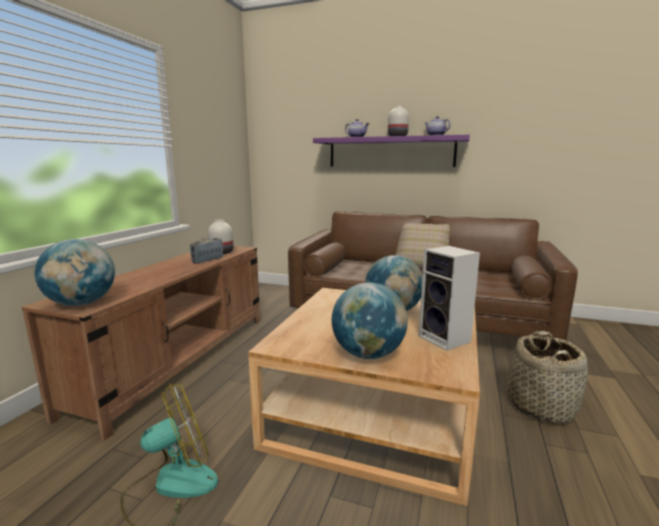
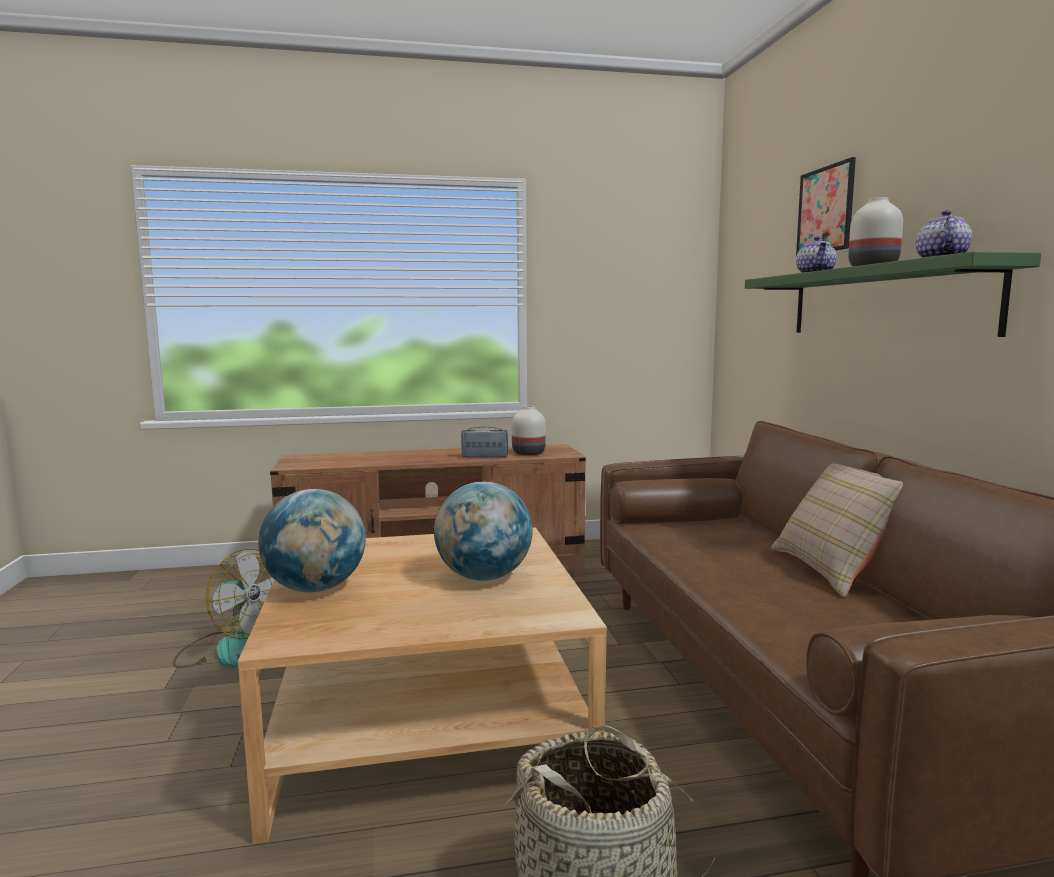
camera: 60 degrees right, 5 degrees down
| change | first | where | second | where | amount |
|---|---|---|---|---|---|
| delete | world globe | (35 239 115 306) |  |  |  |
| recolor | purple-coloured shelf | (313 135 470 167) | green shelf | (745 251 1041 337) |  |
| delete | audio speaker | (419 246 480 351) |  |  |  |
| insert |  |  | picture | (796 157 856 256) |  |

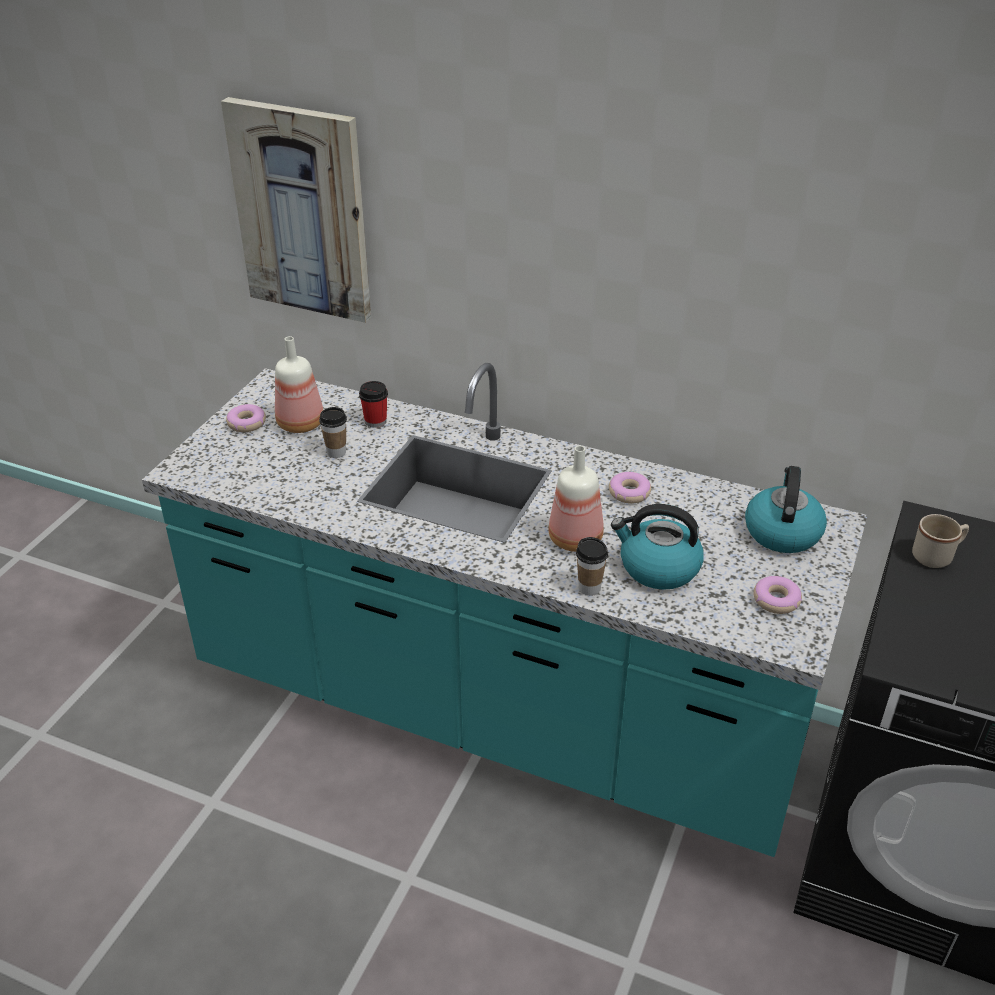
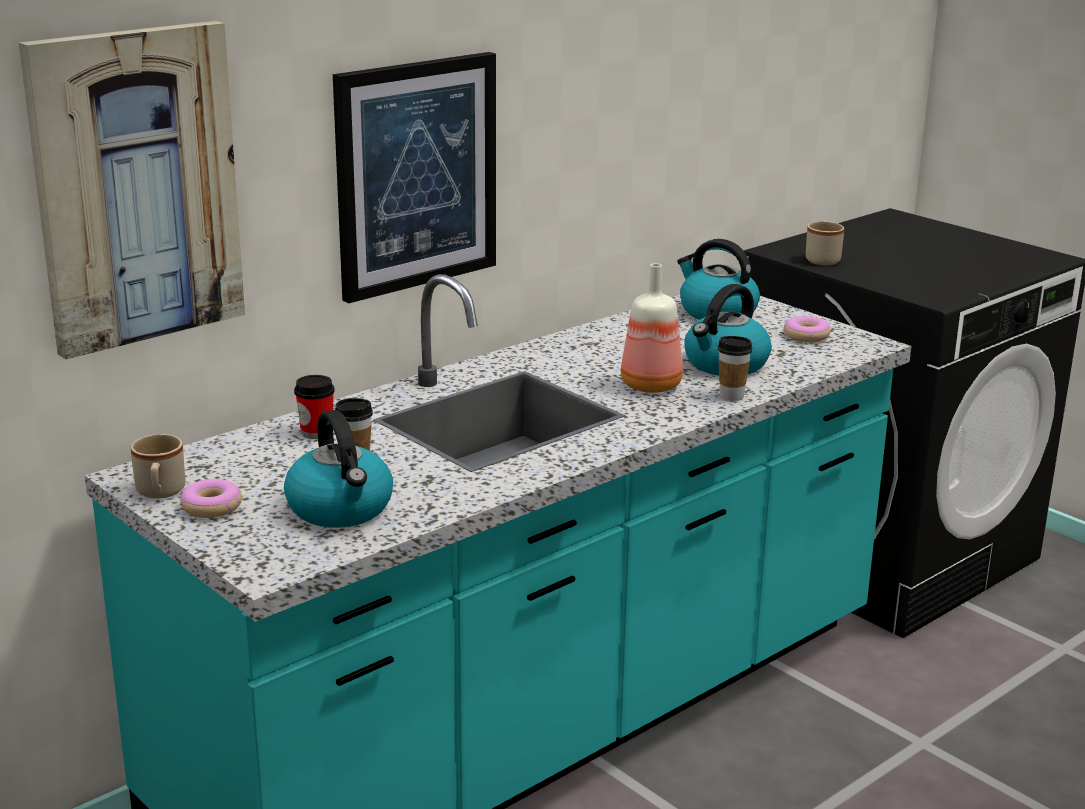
camera: 65 degrees left, 15 degrees down
| change | first | where | second | where | amount |
|---|---|---|---|---|---|
| delete | drink bottle | (275 336 323 433) |  |  |  |
| delete | doughnut | (609 472 651 504) |  |  |  |
| insert |  |  | beige coffee mug | (131 434 185 499) |  |
| insert |  |  | tea kettle | (284 410 393 528) |  |
| insert |  |  | picture | (333 52 496 303) |  |

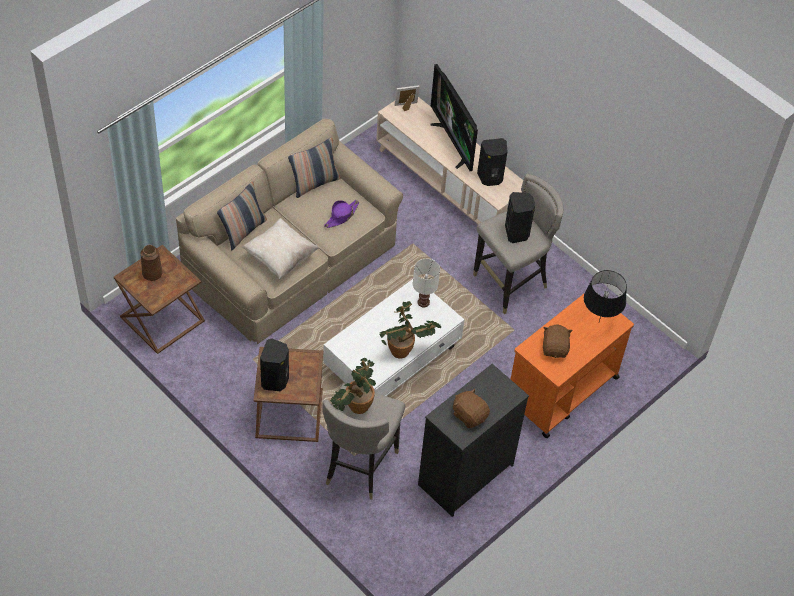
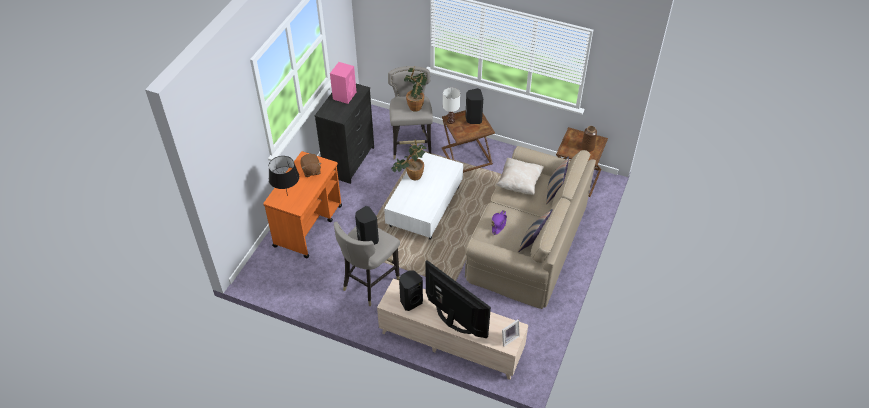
camera: 160 degrees right, 5 degrees down
| change | first | where | second | where | amount |
|---|---|---|---|---|---|
| move | whitish tabletop lamp | (413 259 440 307) |  | (443 88 460 124) |  |
| replace | brown plush toy | (453 388 490 428) | pinkish audio speaker | (330 62 356 104) |  |

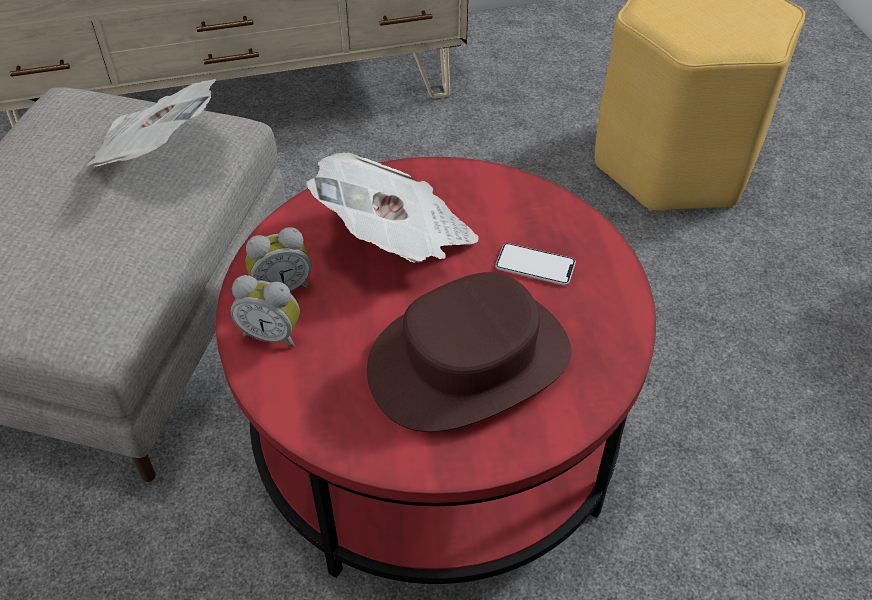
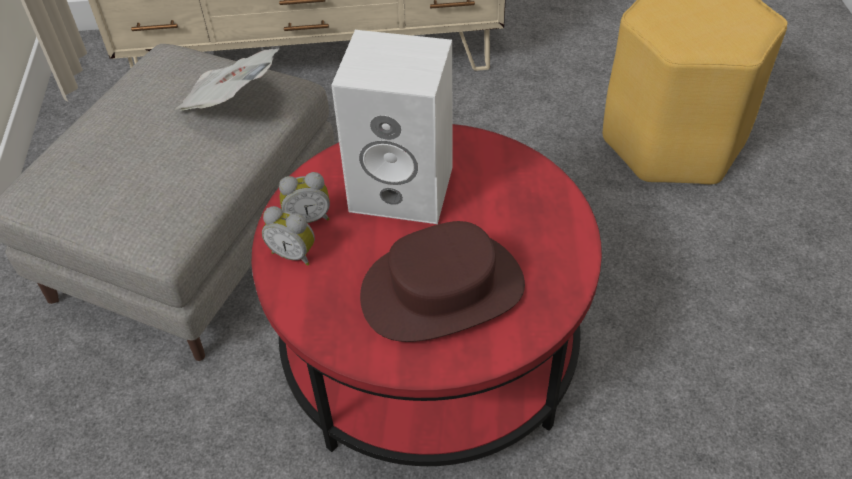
camera: 10 degrees right, 0 degrees up
| change | first | where | second | where | amount |
|---|---|---|---|---|---|
| replace | daily paper | (306 152 478 263) | whitish audio speaker | (331 30 453 224) |  |
| delete | phone | (495 243 576 285) |  |  |  |

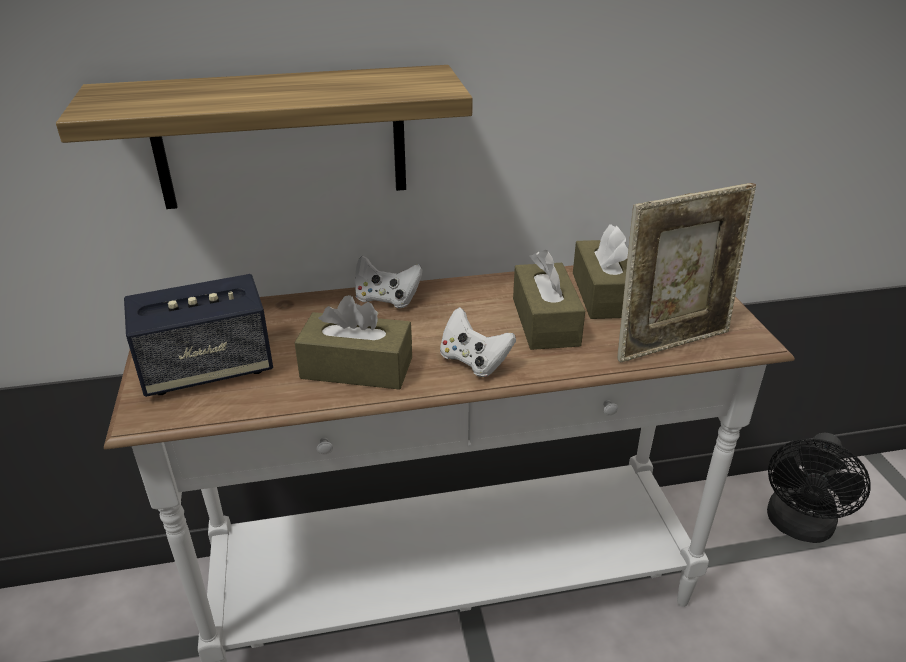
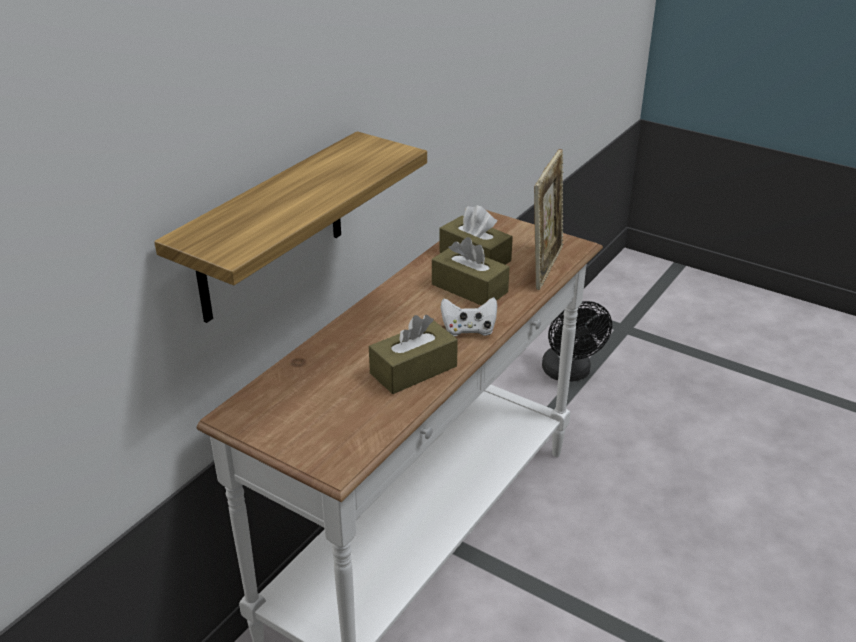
camera: 45 degrees left, 0 degrees up
| change | first | where | second | where | amount |
|---|---|---|---|---|---|
| delete | audio speaker | (124 274 273 397) |  |  |  |
| delete | whitish joypad | (355 255 423 308) |  |  |  |

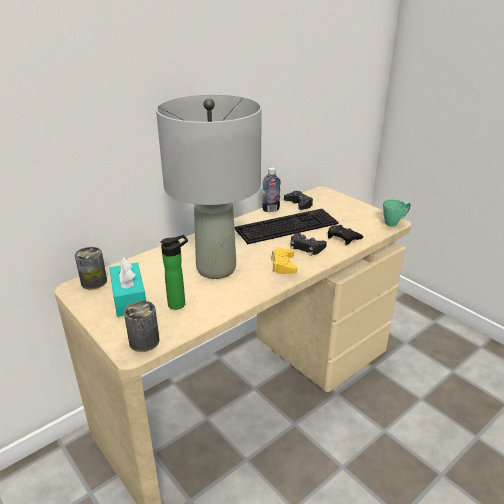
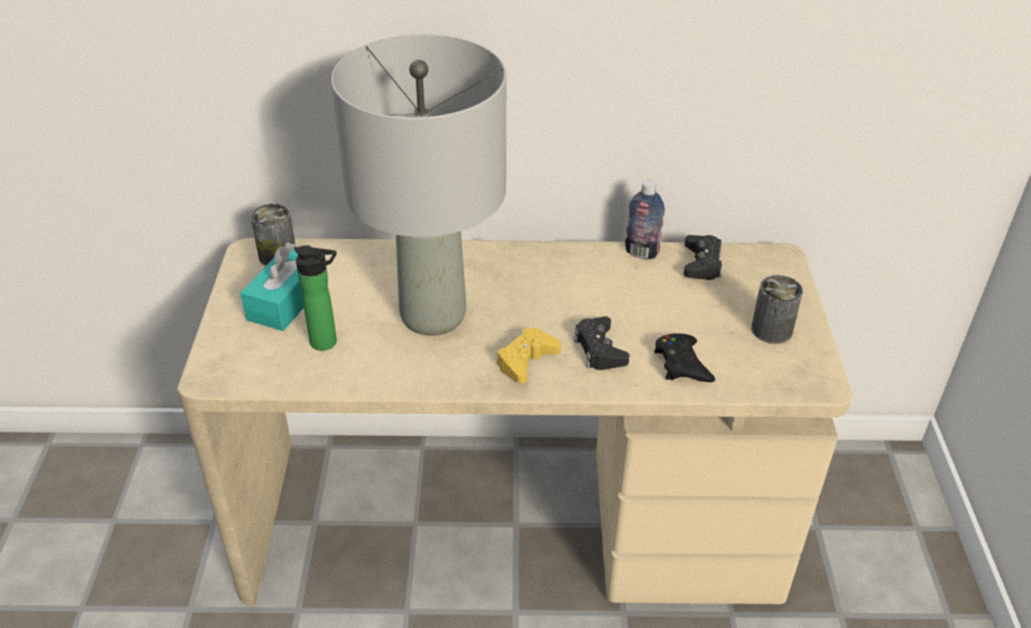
camera: 40 degrees right, 10 degrees up
| change | first | where | second | where | amount |
|---|---|---|---|---|---|
| move | metal can | (124 301 159 352) |  | (751 275 803 344) |  |
| delete | PC keyboard | (234 209 339 244) |  |  |  |
| delete | green coffee mug | (383 200 411 227) |  |  |  |

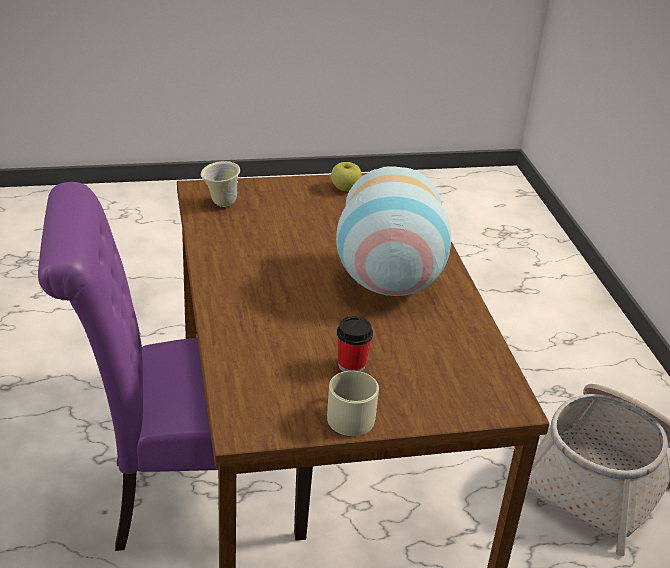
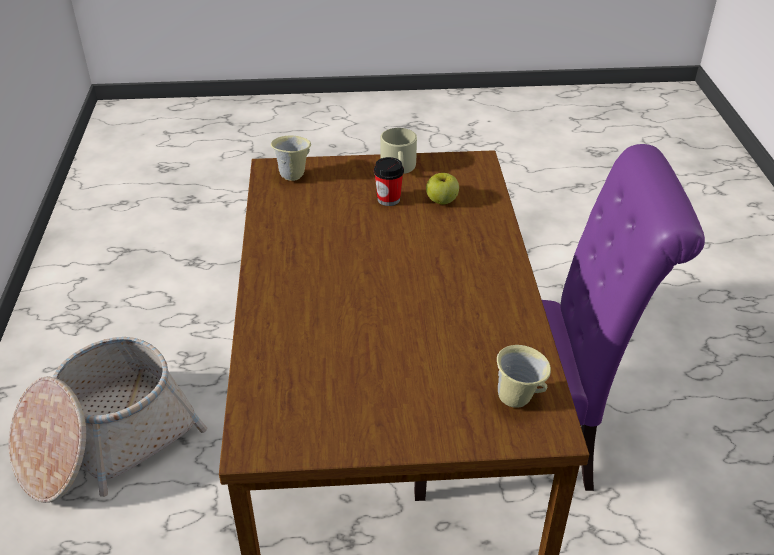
camera: 170 degrees left, 5 degrees up
| change | first | where | second | where | amount |
|---|---|---|---|---|---|
| move | apple fruit | (331 162 362 191) |  | (426 173 459 205) |  |
| delete | decorative vase | (336 166 451 296) |  |  |  |
| insert |  |  | beige coffee mug | (271 135 311 181) |  |

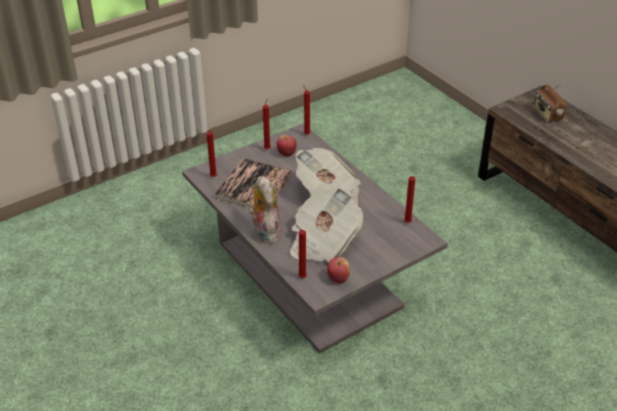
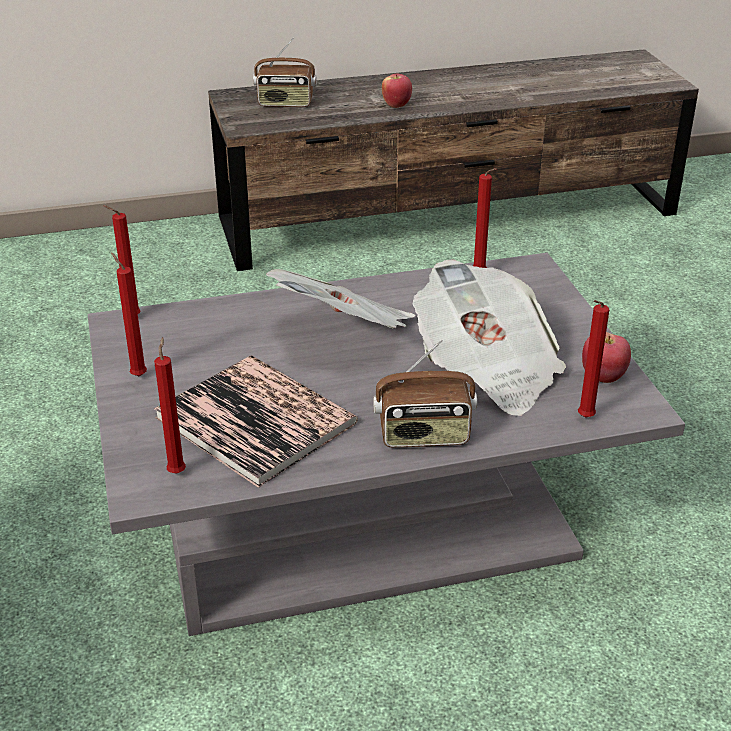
camera: 70 degrees left, 5 degrees down
| change | first | where | second | where | amount |
|---|---|---|---|---|---|
| replace | plush toy | (249 176 282 244) | radio set | (373 339 477 447) |  |
| move | apple fruit | (277 135 297 156) |  | (382 74 412 108) |  |

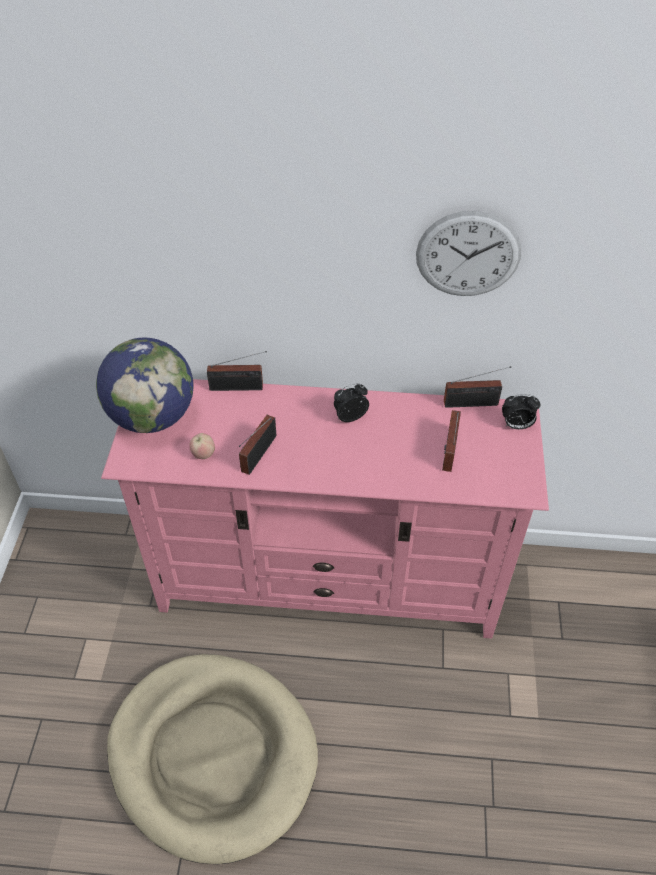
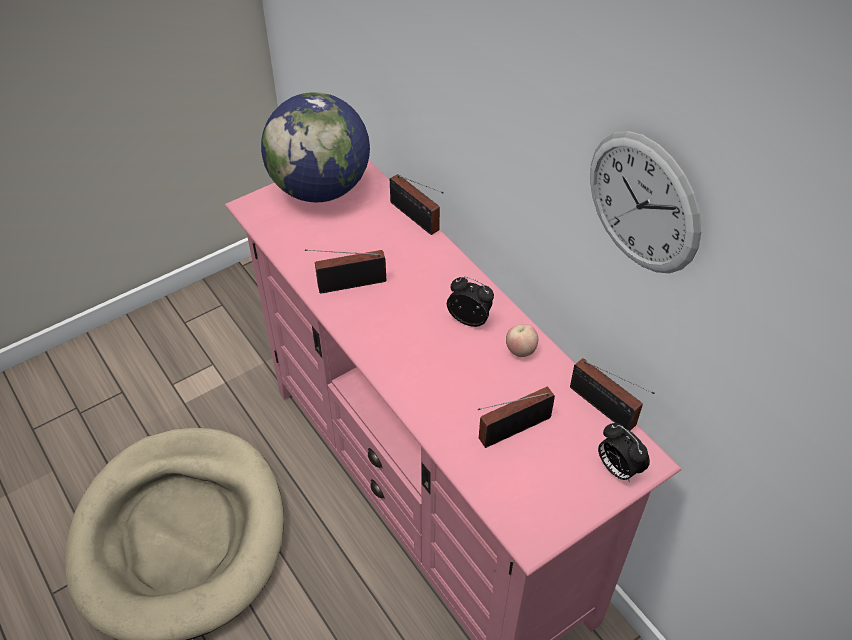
camera: 50 degrees right, 0 degrees up
| change | first | where | second | where | amount |
|---|---|---|---|---|---|
| move | apple fruit | (189 433 215 459) |  | (506 324 538 357) |  |

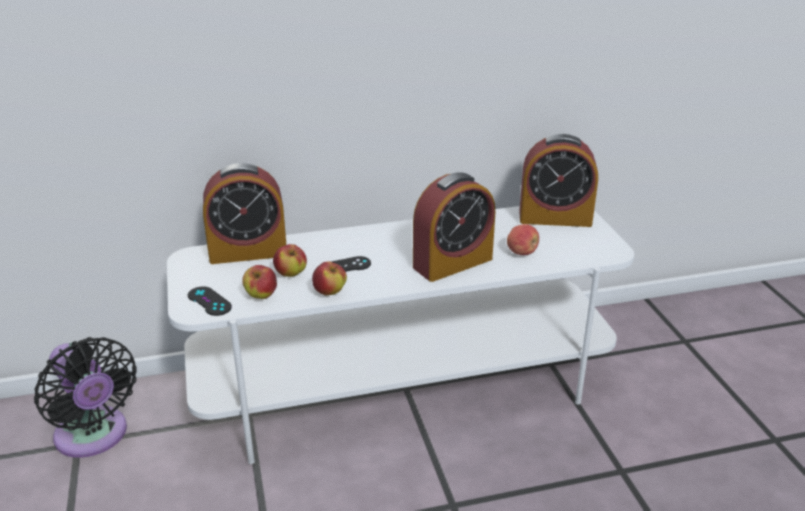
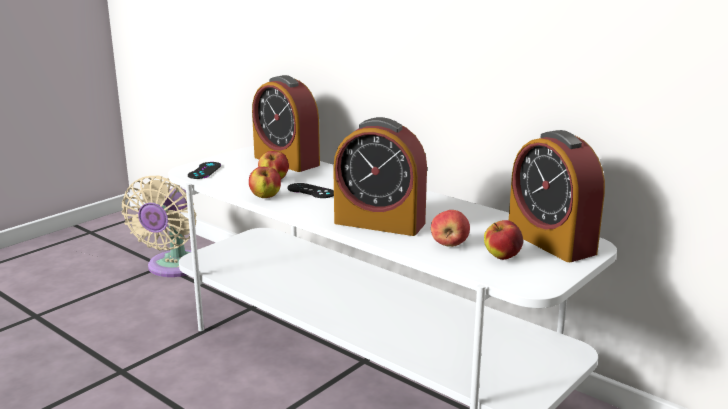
camera: 55 degrees right, 10 degrees down
| change | first | where | second | where | amount |
|---|---|---|---|---|---|
| recolor | blackish electric fan | (34 337 137 458) | beige electric fan | (121 175 196 277) |  |
| move | apple fruit | (242 265 277 299) |  | (484 220 523 260) |  |

